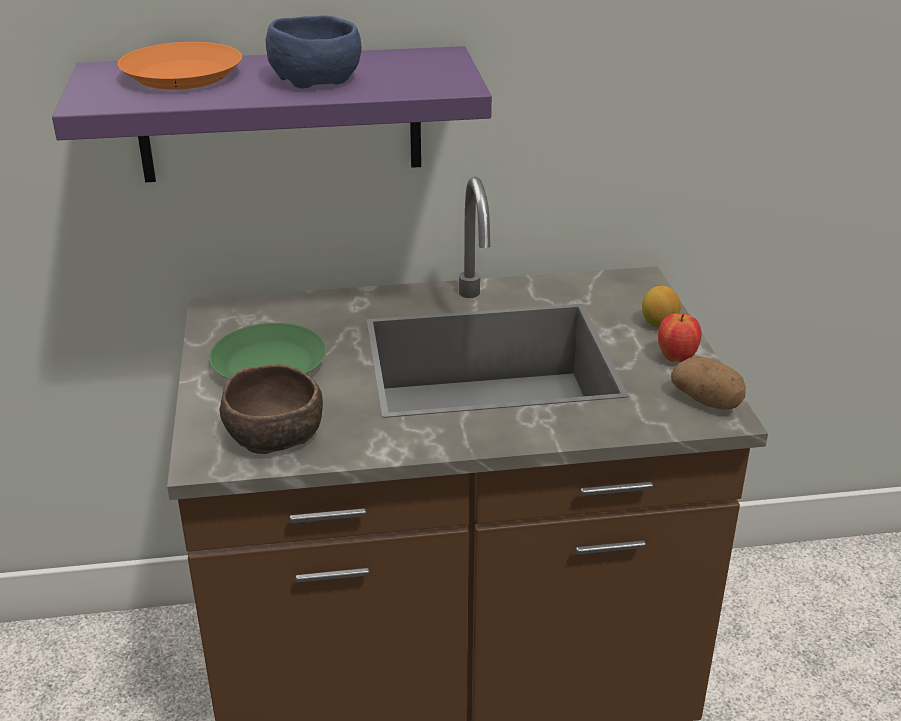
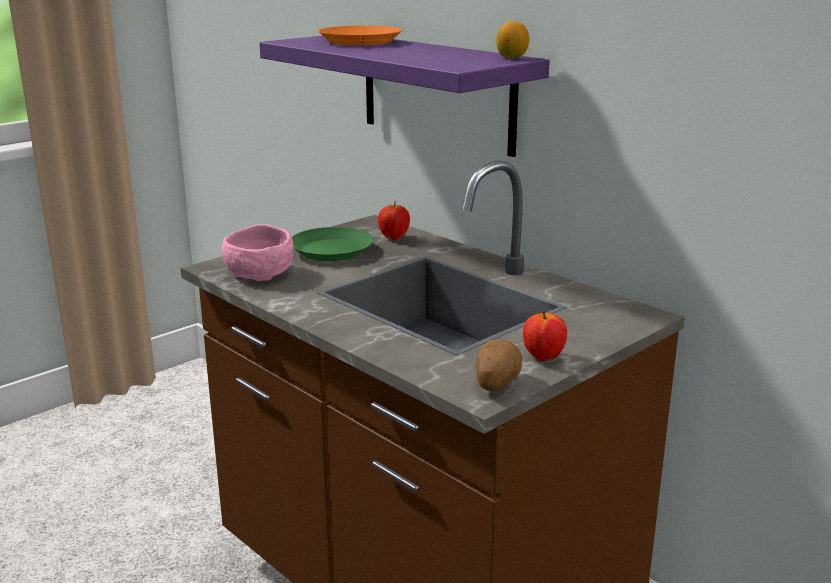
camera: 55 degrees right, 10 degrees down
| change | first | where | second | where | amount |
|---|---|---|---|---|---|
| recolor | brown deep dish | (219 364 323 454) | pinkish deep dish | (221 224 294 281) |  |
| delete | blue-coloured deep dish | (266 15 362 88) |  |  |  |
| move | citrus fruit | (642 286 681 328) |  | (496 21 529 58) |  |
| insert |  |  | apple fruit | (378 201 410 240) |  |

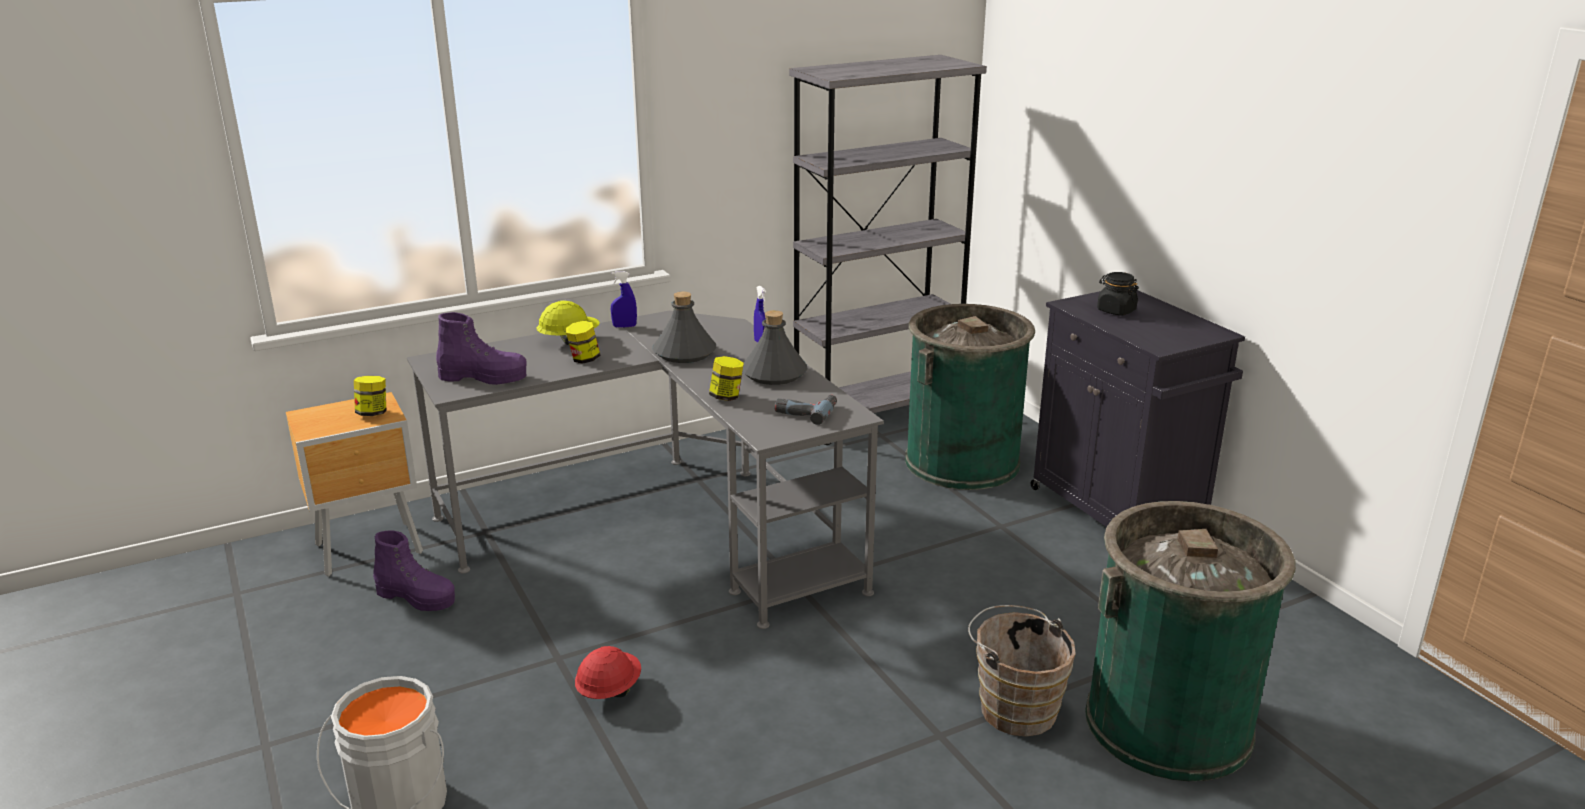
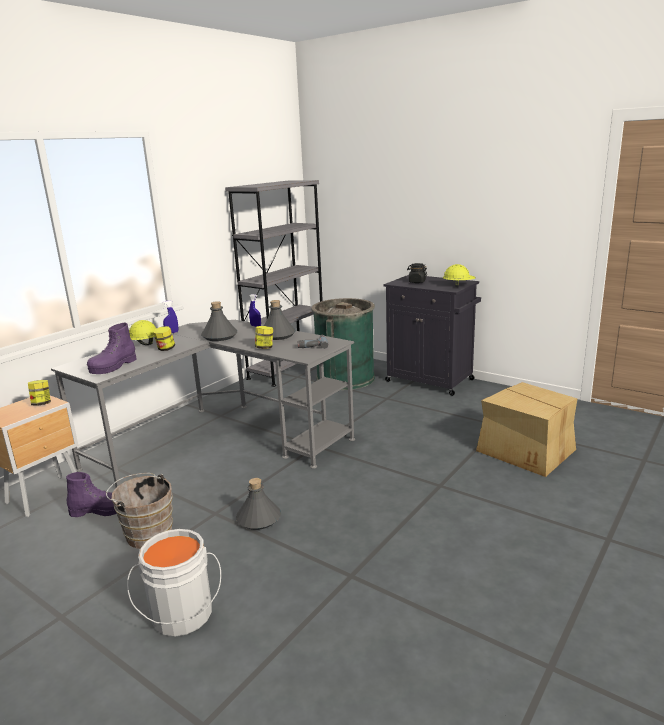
camera: 25 degrees left, 5 degrees down
| change | first | where | second | where | amount |
|---|---|---|---|---|---|
| rotate | purple-coloured tall boot | (436 312 527 385) |  | (87 322 137 374) | 135 degrees clockwise |
| replace | reddish safety helmet | (575 646 641 699) | greyish drink bottle | (236 478 281 530) |  |
| move | brown pail | (968 605 1076 737) |  | (106 473 173 549) |  |
| replace | green trash can | (1085 501 1296 781) | cardboard box | (476 382 578 477) |  |
| insert |  |  | yellow safety helmet | (443 264 476 287) |  |

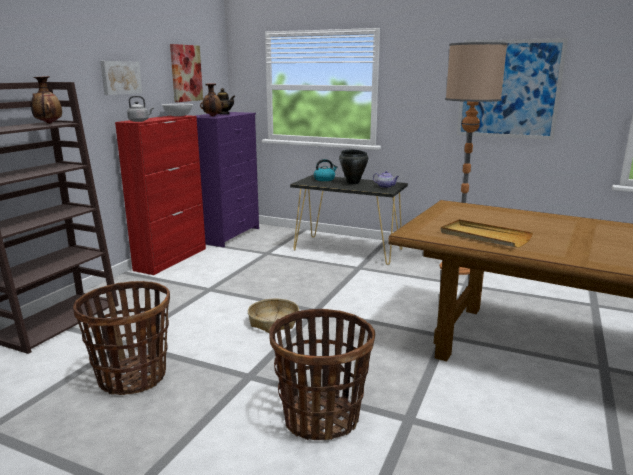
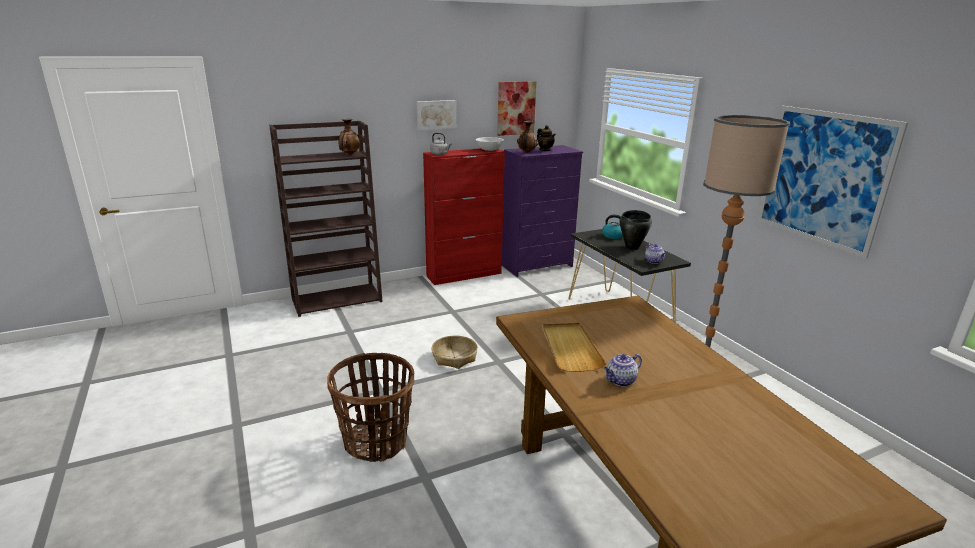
camera: 40 degrees right, 5 degrees up
| change | first | where | second | where | amount |
|---|---|---|---|---|---|
| delete | storage basket | (73 281 170 395) |  |  |  |
| insert |  |  | teapot | (604 354 642 387) |  |

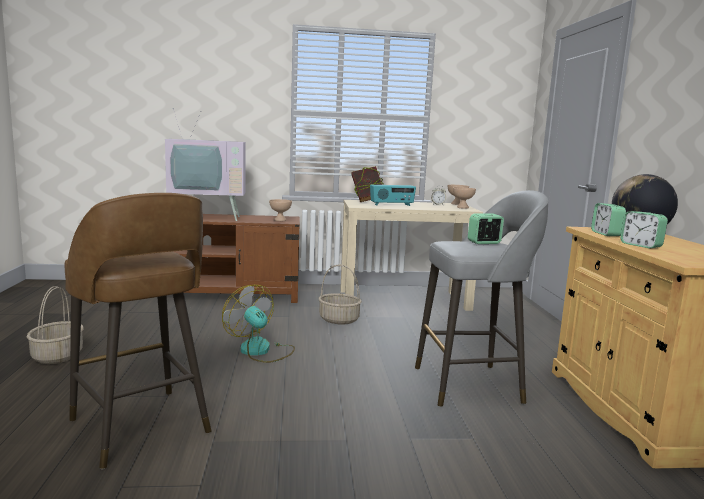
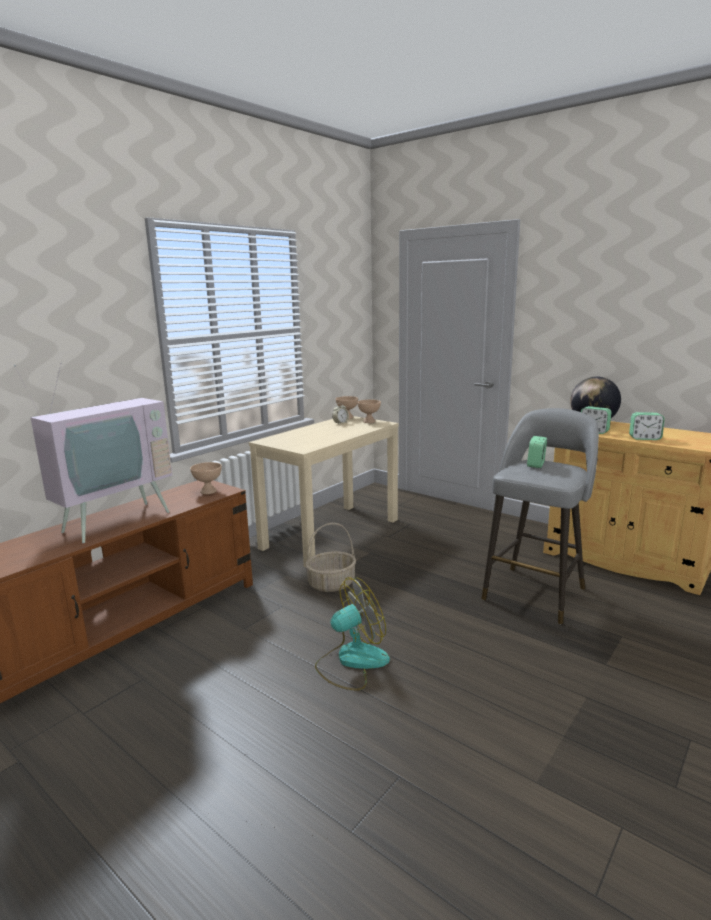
camera: 45 degrees left, 5 degrees up
| change | first | where | second | where | amount |
|---|---|---|---|---|---|
| delete | storage basket | (27 286 83 364) |  |  |  |
| delete | brown stool | (65 193 212 469) |  |  |  |
| rotate | electric fan | (222 285 295 363) |  | (315 577 390 691) | 150 degrees clockwise |
| delete | book | (351 166 384 202) |  |  |  |
| delete | radio set | (370 185 416 206) |  |  |  |

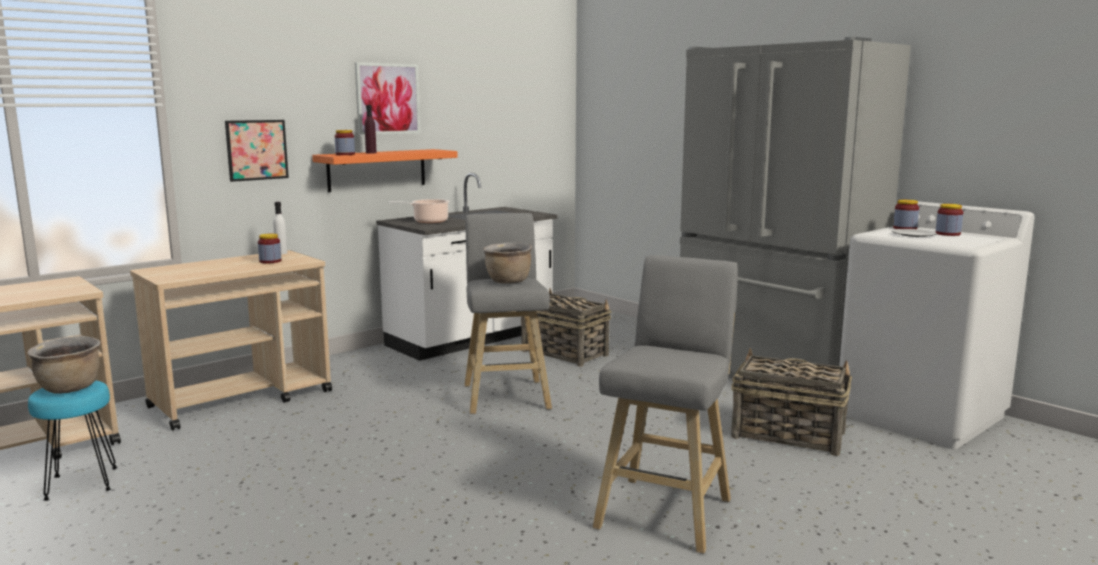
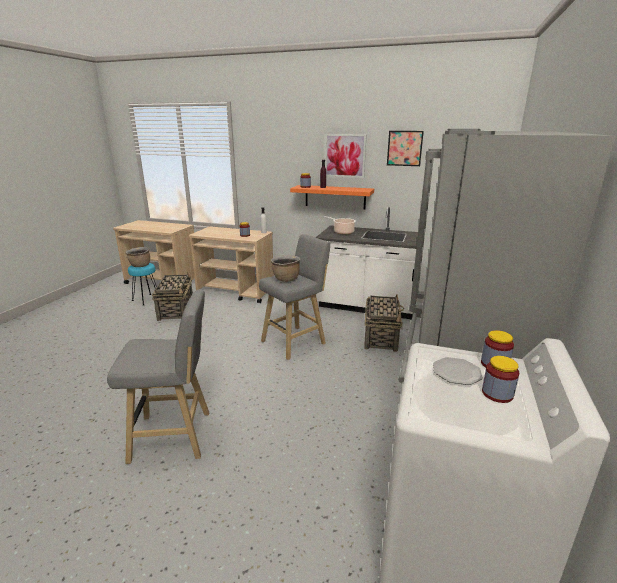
camera: 60 degrees right, 10 degrees up
| change | first | where | second | where | amount |
|---|---|---|---|---|---|
| move | picture | (225 120 289 182) |  | (387 131 424 166) |  |
| move | storage basket | (731 348 852 456) |  | (152 272 193 321) |  |

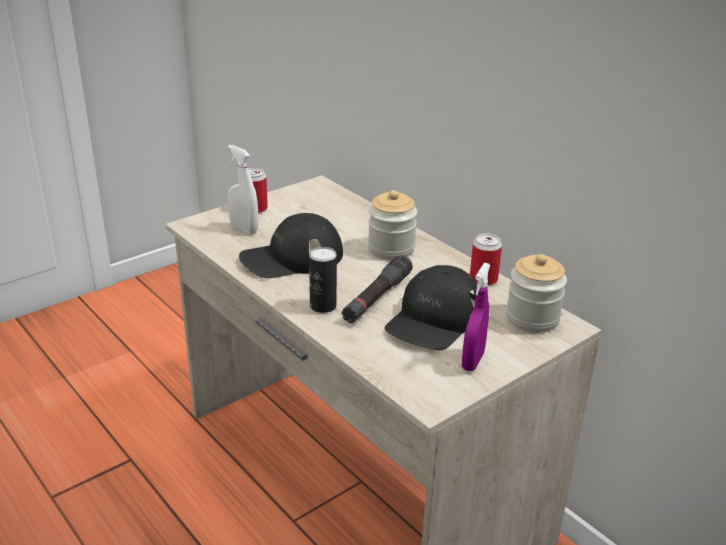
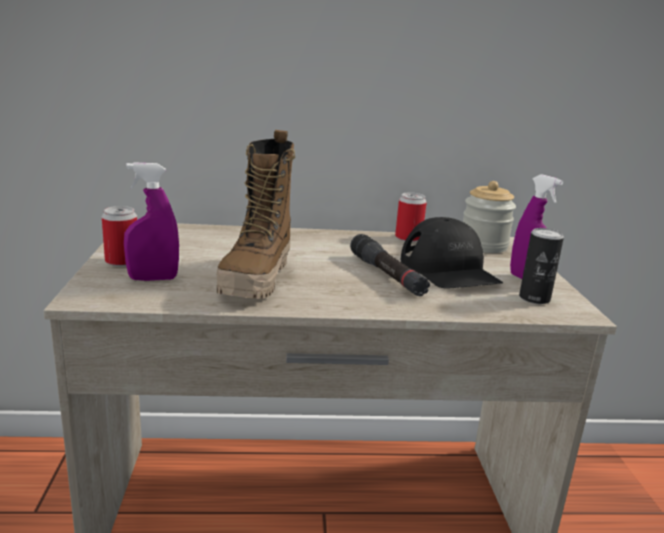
camera: 55 degrees left, 10 degrees down
| change | first | where | second | where | amount |
|---|---|---|---|---|---|
| recolor | whitish sprayer | (228 145 258 234) | purple-coloured sprayer | (124 162 179 281) |  |
| replace | blackish cap | (239 213 343 278) | tall boot | (217 130 295 299) |  |
| move | metal can | (309 247 337 313) |  | (519 228 564 304) |  |
| delete | storage jar | (368 190 417 260) |  |  |  |

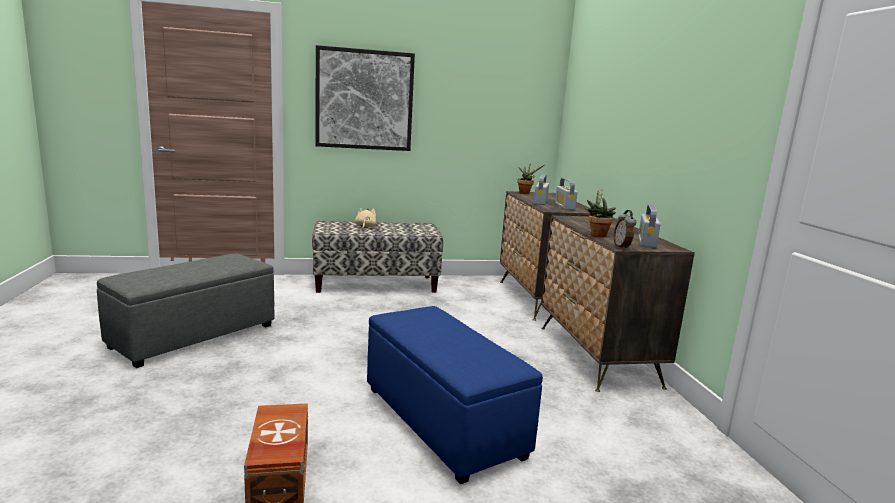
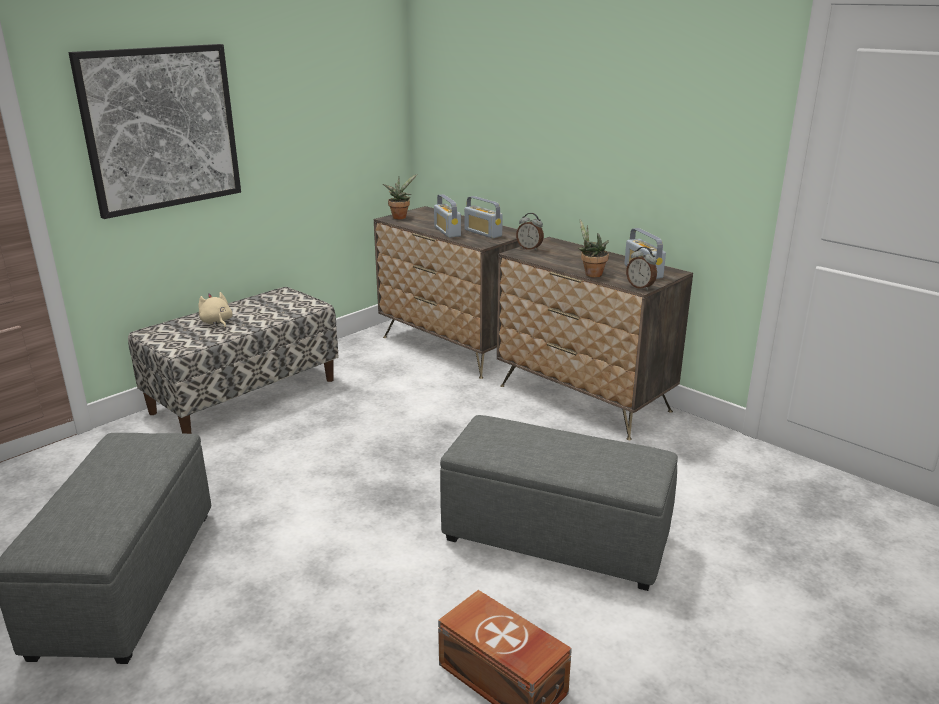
camera: 35 degrees left, 10 degrees up
| change | first | where | second | where | amount |
|---|---|---|---|---|---|
| recolor | blue-coloured pouffe | (367 306 543 484) | greyish pouffe | (440 415 678 591) |  |
| insert |  |  | alarm clock | (516 213 544 251) |  |

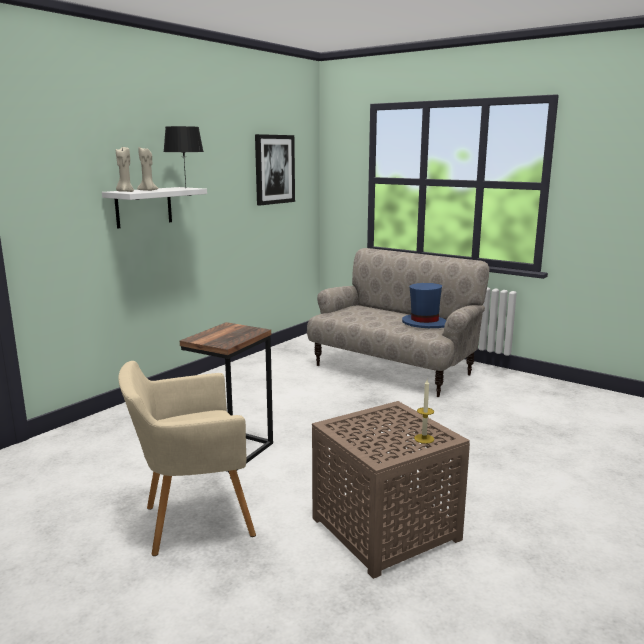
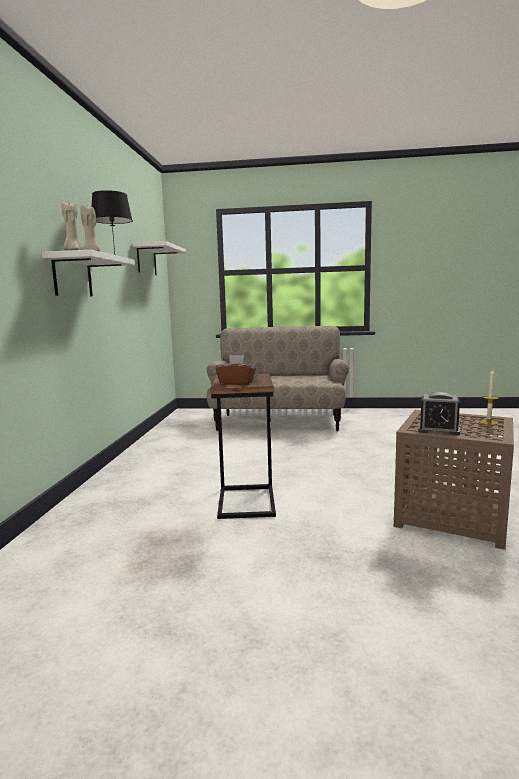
camera: 30 degrees left, 5 degrees down
| change | first | where | second | where | amount |
|---|---|---|---|---|---|
| delete | beige lounge chair | (118 361 256 556) |  |  |  |
| replace | picture | (255 134 295 205) | whitish shelf | (132 241 186 275) |  |
| delete | blue-coloured wearable hat | (402 283 446 328) |  |  |  |
| insert |  |  | brown tissue box | (215 355 256 385) |  |
| insert |  |  | alarm clock | (418 392 460 435) |  |

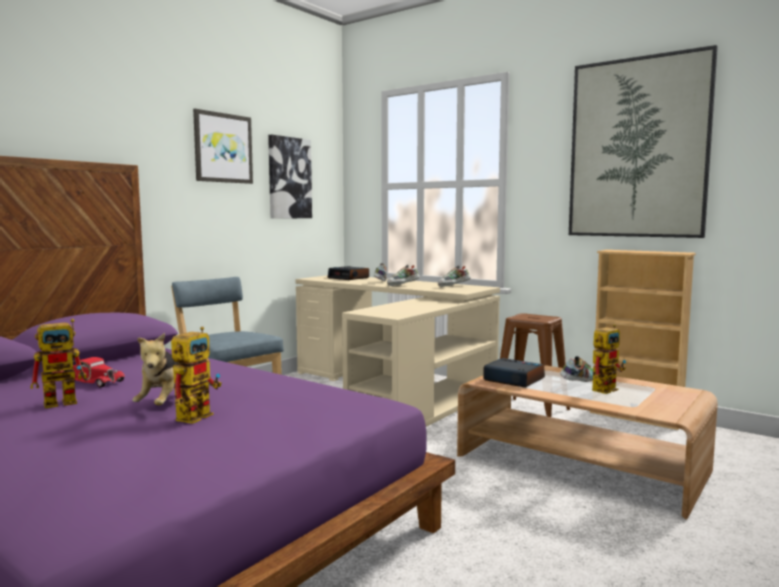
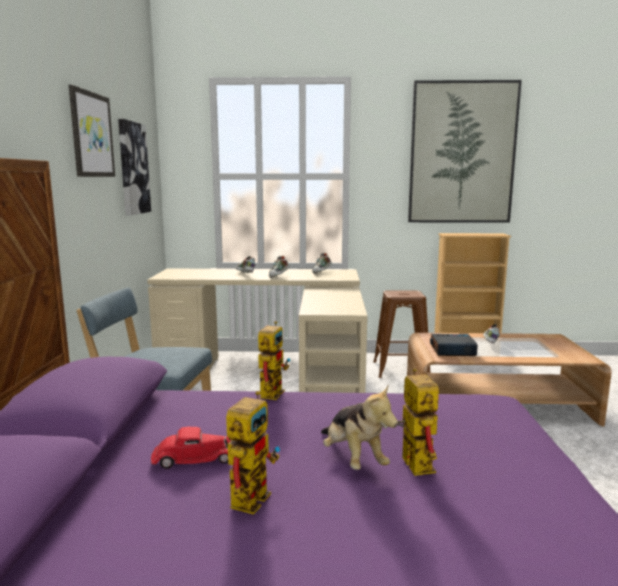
camera: 35 degrees left, 5 degrees up
| change | first | where | second | where | amount |
|---|---|---|---|---|---|
| delete | alarm clock | (328 266 369 280) |  |  |  |
| move | toy robot | (592 324 626 394) |  | (258 321 290 400) |  |

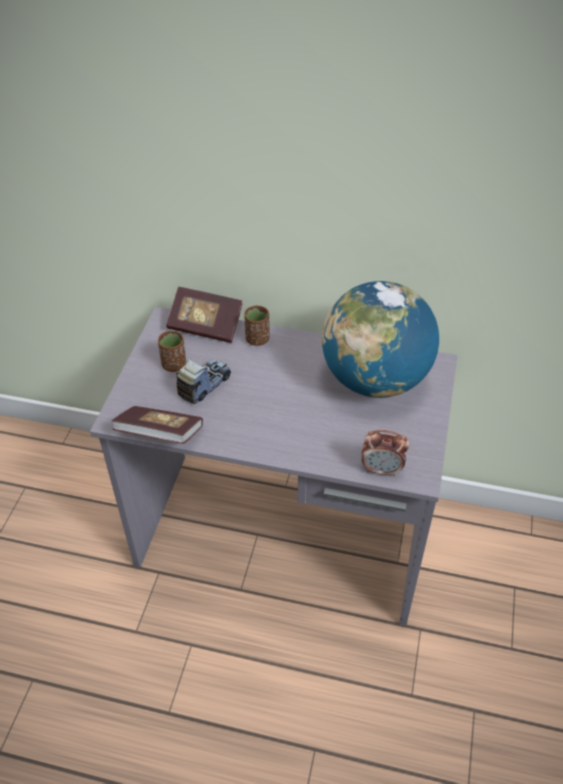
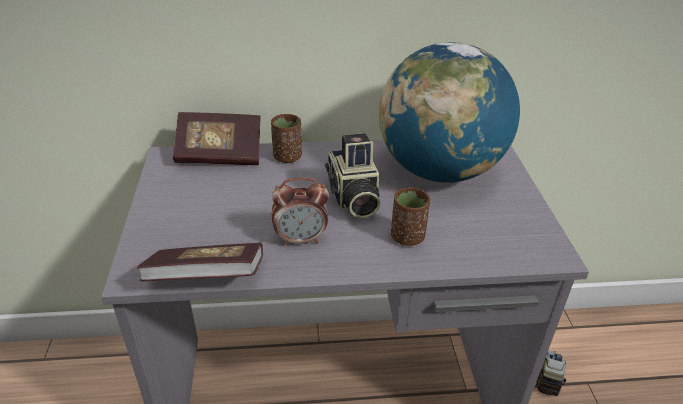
camera: 20 degrees left, 10 degrees down
| change | first | where | second | where | amount |
|---|---|---|---|---|---|
| move | brown drinking cup | (158 331 186 372) |  | (391 187 430 246) |  |
| move | toy lorry | (177 358 231 404) |  | (536 350 566 396) |  |
| move | alarm clock | (362 430 409 477) |  | (272 177 329 246) |  |
| insert |  |  | still camera | (325 133 381 218) |  |

